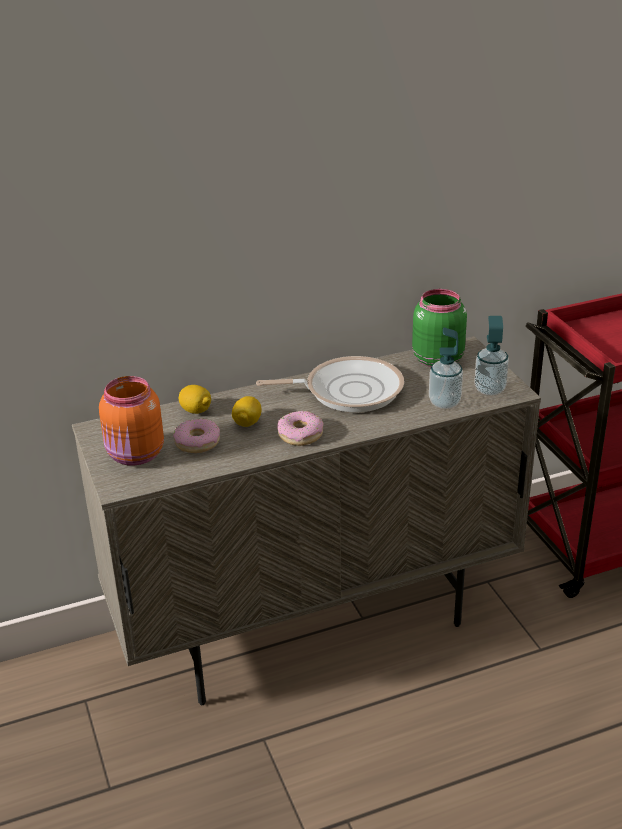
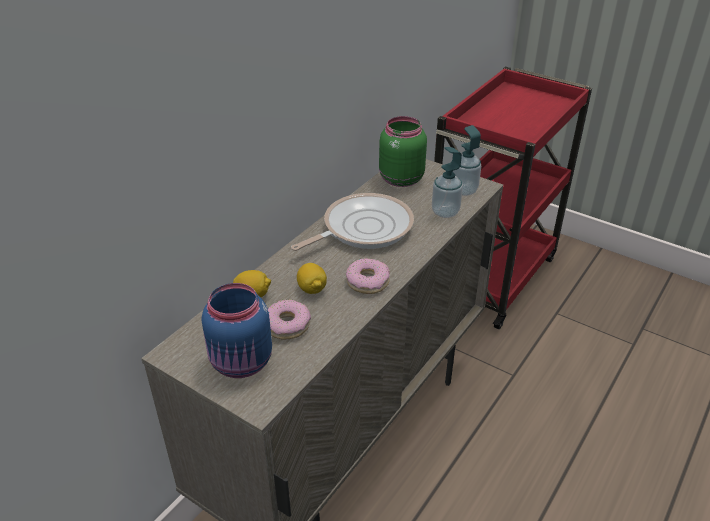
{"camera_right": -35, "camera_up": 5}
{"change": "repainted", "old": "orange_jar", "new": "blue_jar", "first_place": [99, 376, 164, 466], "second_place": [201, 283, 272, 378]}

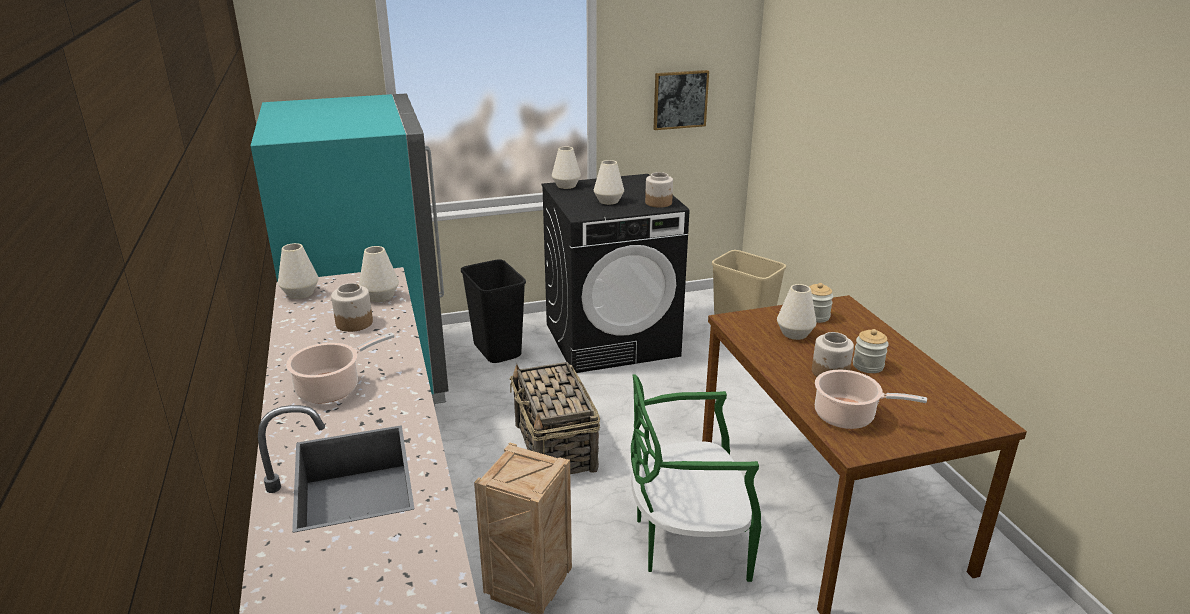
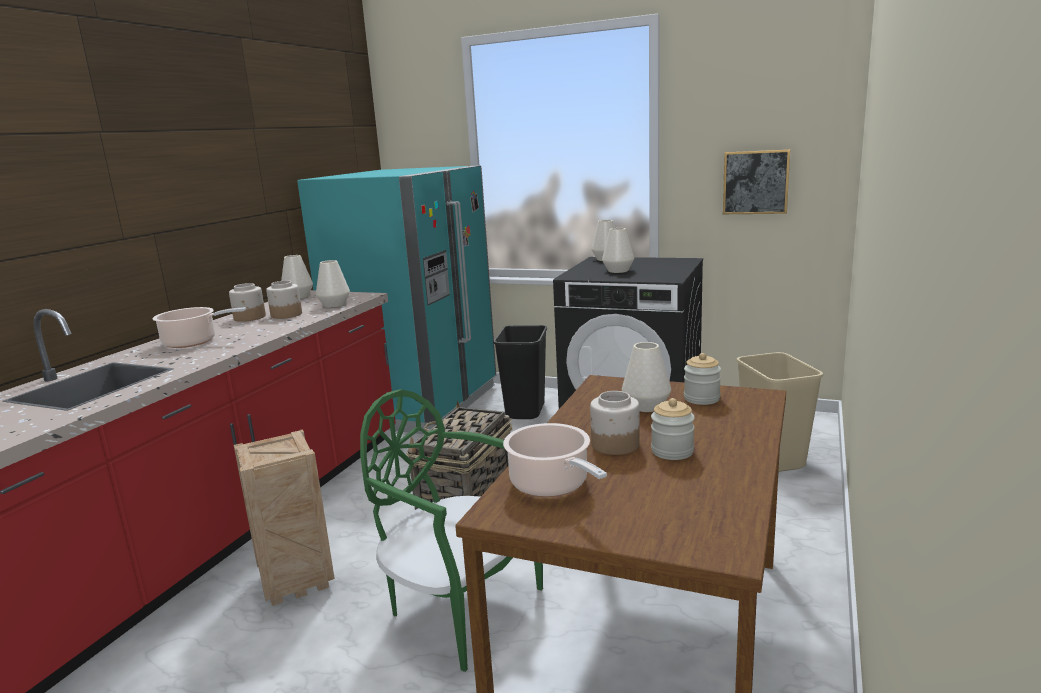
{"camera_right": 40, "camera_up": -10}
{"change": "shifted", "old": "jar", "first_place": [645, 172, 673, 208], "second_place": [229, 283, 266, 322]}

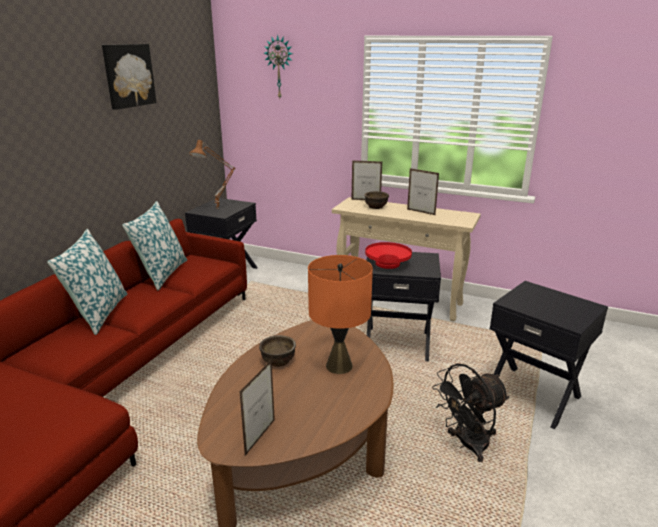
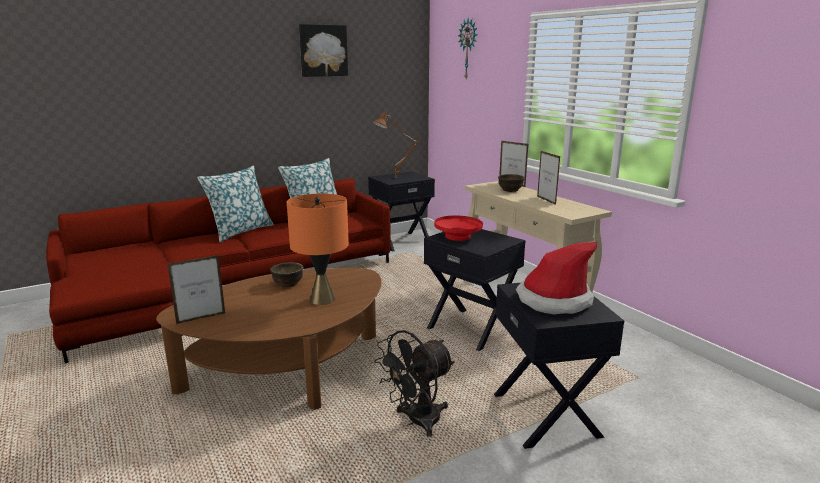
{"camera_right": 35, "camera_up": -5}
{"change": "rotated", "old": "blackish_electric_fan", "first_place": [432, 363, 510, 462], "second_place": [374, 330, 455, 437], "degrees": -45}
{"change": "new", "new": "wearable_hat", "second_place": [516, 242, 597, 315]}

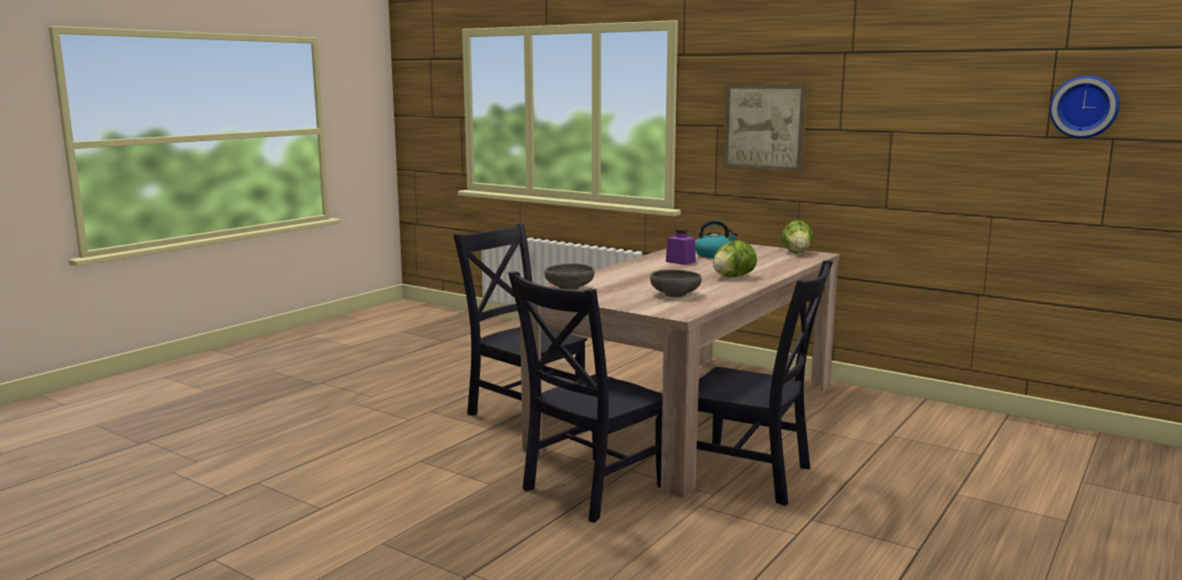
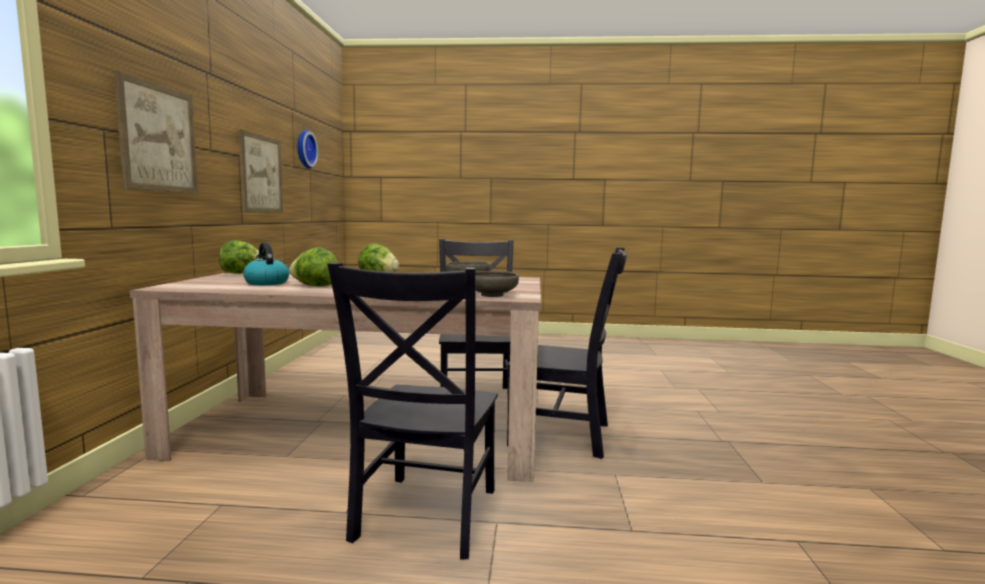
{"camera_right": -120, "camera_up": -5}
{"change": "new", "new": "wall_picture", "second_place": [238, 129, 283, 213]}
{"change": "swapped", "old": "purple_jar", "new": "head_of_lettuce", "first_place": [666, 228, 696, 265], "second_place": [289, 247, 338, 286]}

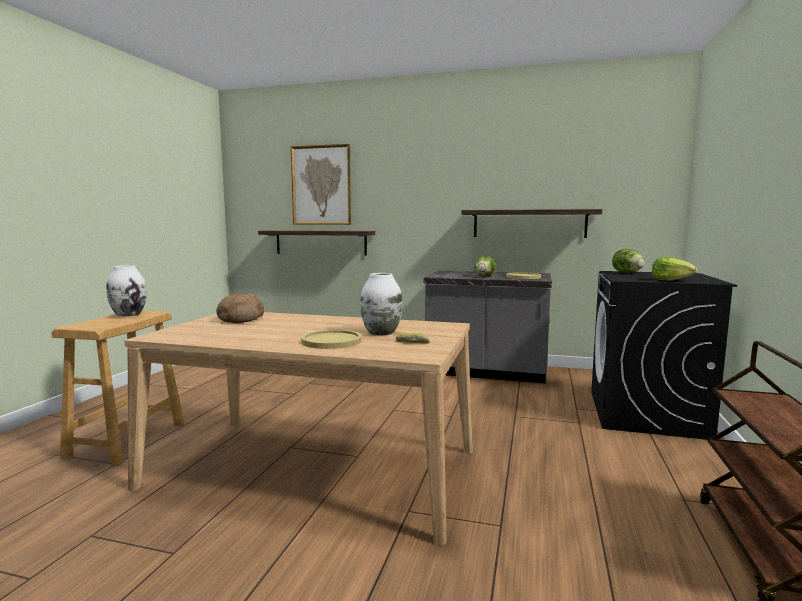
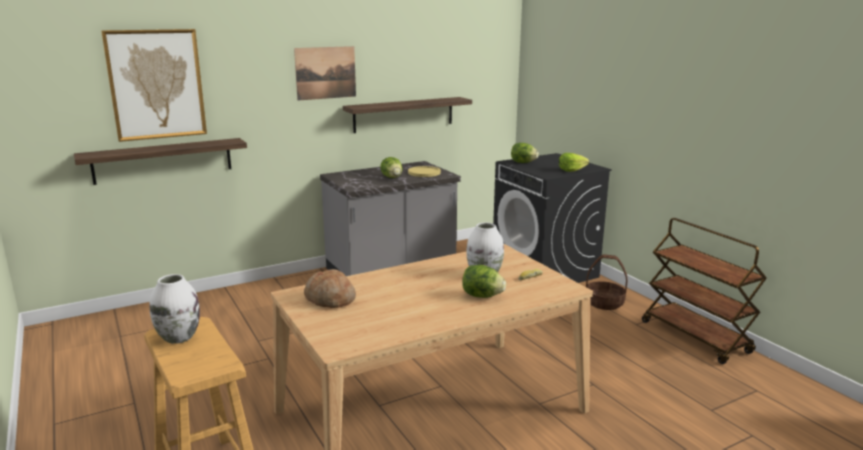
{"camera_right": -45, "camera_up": 10}
{"change": "new", "new": "wall_picture", "second_place": [294, 46, 356, 101]}
{"change": "swapped", "old": "yellow-coloured_plate", "new": "head_of_lettuce", "first_place": [301, 330, 362, 349], "second_place": [462, 265, 506, 298]}
{"change": "new", "new": "household_basket", "second_place": [586, 254, 628, 310]}

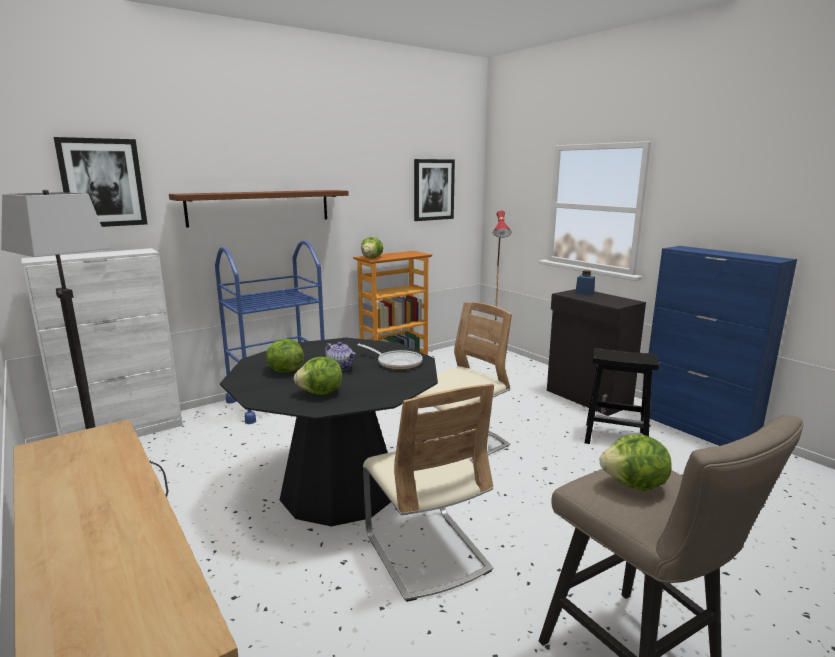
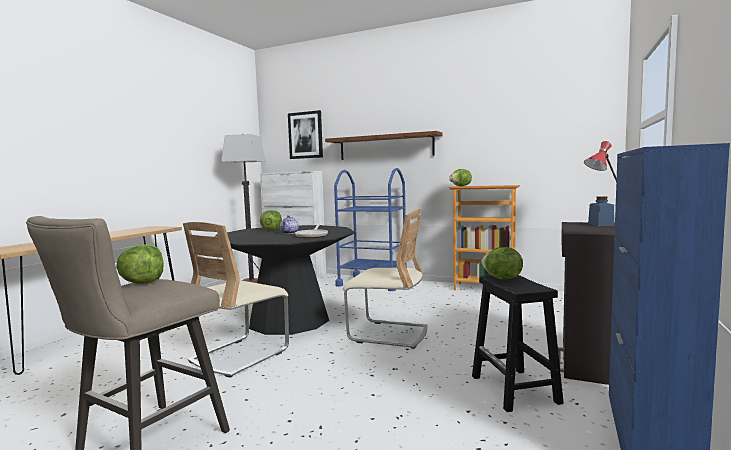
{"camera_right": 60, "camera_up": -10}
{"change": "shifted", "old": "head_of_lettuce", "first_place": [294, 357, 342, 395], "second_place": [481, 247, 523, 279]}
{"change": "gone", "old": "wall_picture", "first_place": [414, 159, 455, 221]}

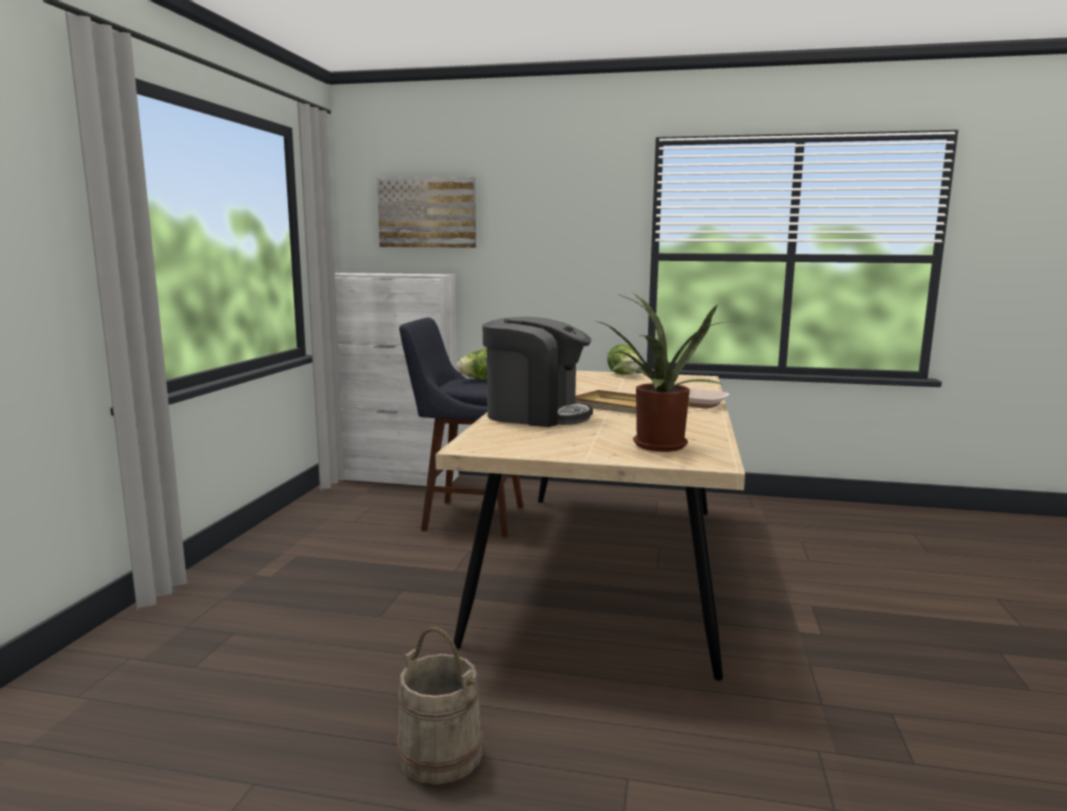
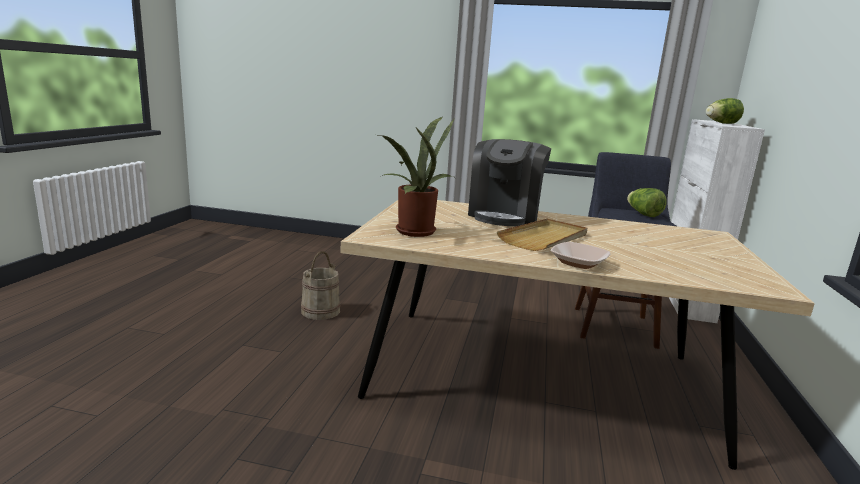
{"camera_right": 90, "camera_up": 5}
{"change": "shifted", "old": "head_of_lettuce", "first_place": [607, 344, 641, 375], "second_place": [706, 98, 744, 124]}
{"change": "gone", "old": "wall_picture", "first_place": [377, 177, 476, 248]}

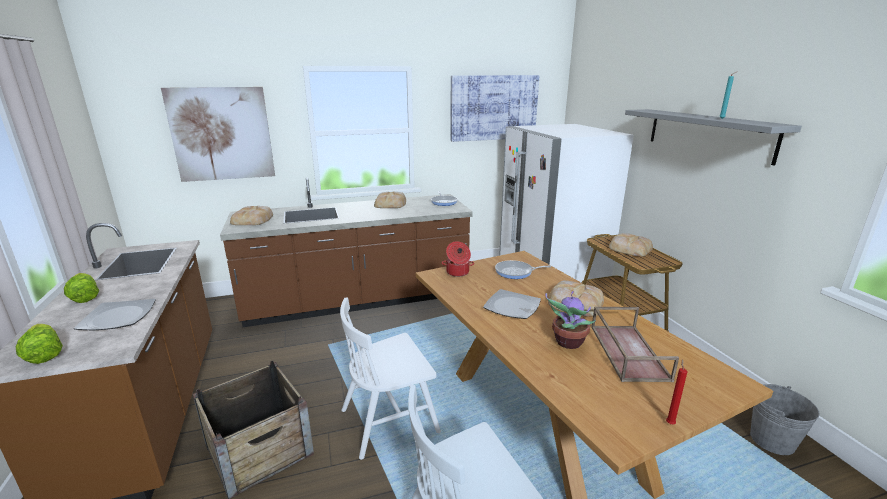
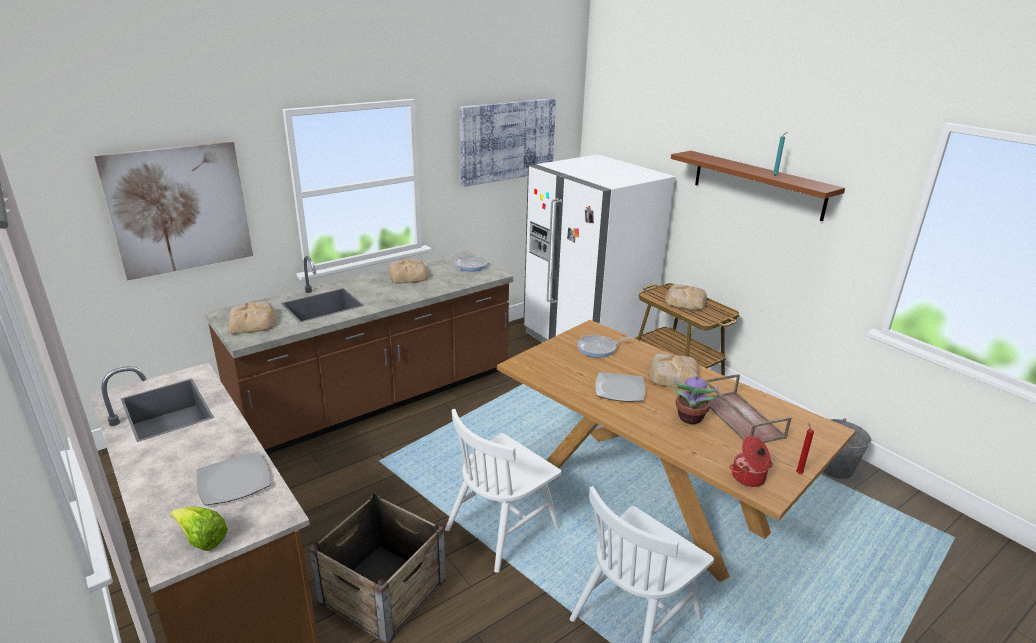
{"camera_right": -20, "camera_up": 5}
{"change": "repainted", "old": "greyish_shelf", "new": "brown-coloured_shelf", "first_place": [625, 109, 802, 166], "second_place": [671, 151, 845, 221]}
{"change": "shifted", "old": "stockpot", "first_place": [442, 241, 474, 277], "second_place": [730, 436, 773, 487]}
{"change": "gone", "old": "head_of_lettuce", "first_place": [64, 273, 99, 303]}

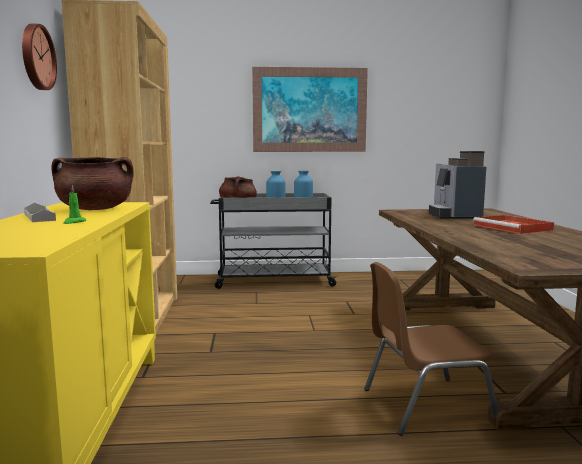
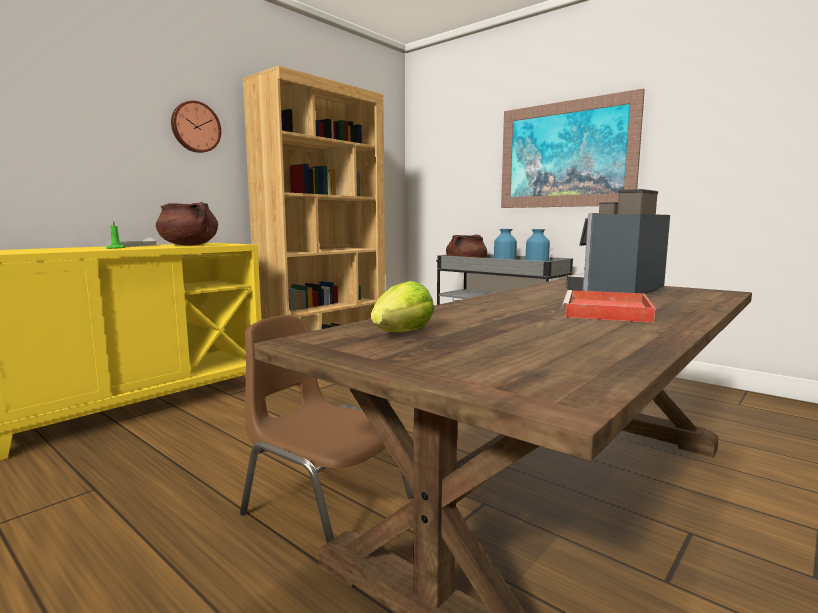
{"camera_right": 45, "camera_up": 0}
{"change": "new", "new": "head_of_lettuce", "second_place": [371, 281, 434, 332]}

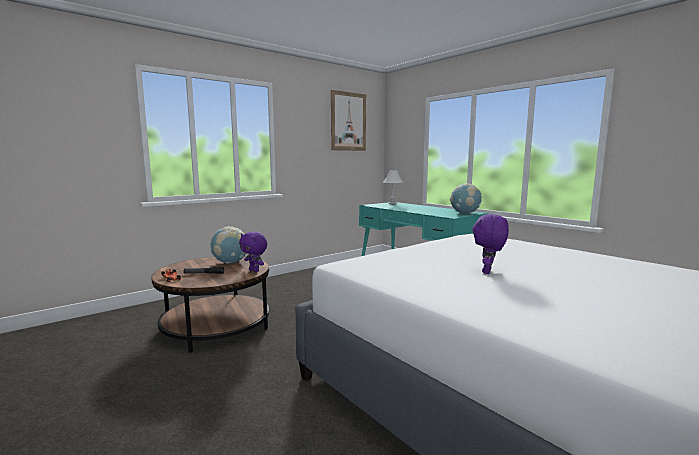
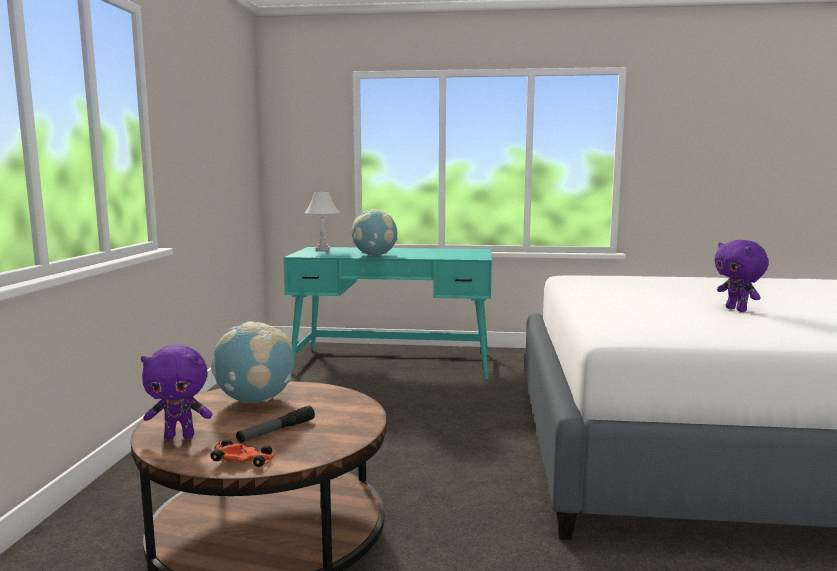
{"camera_right": -45, "camera_up": 0}
{"change": "shifted", "old": "purple_plush_toy", "first_place": [239, 231, 267, 272], "second_place": [141, 345, 212, 439]}
{"change": "shifted", "old": "world_globe", "first_place": [450, 183, 482, 214], "second_place": [352, 209, 397, 256]}
{"change": "gone", "old": "wall_picture", "first_place": [331, 90, 366, 151]}

